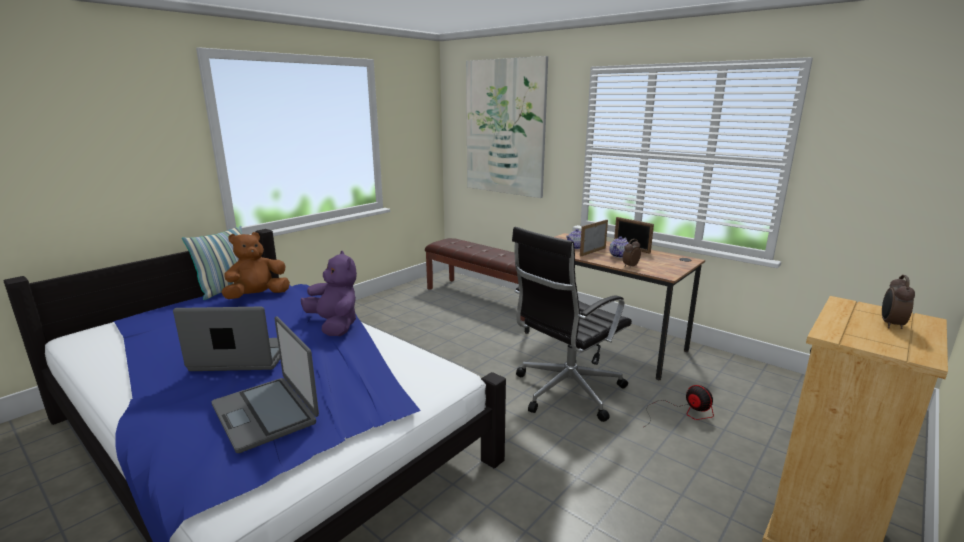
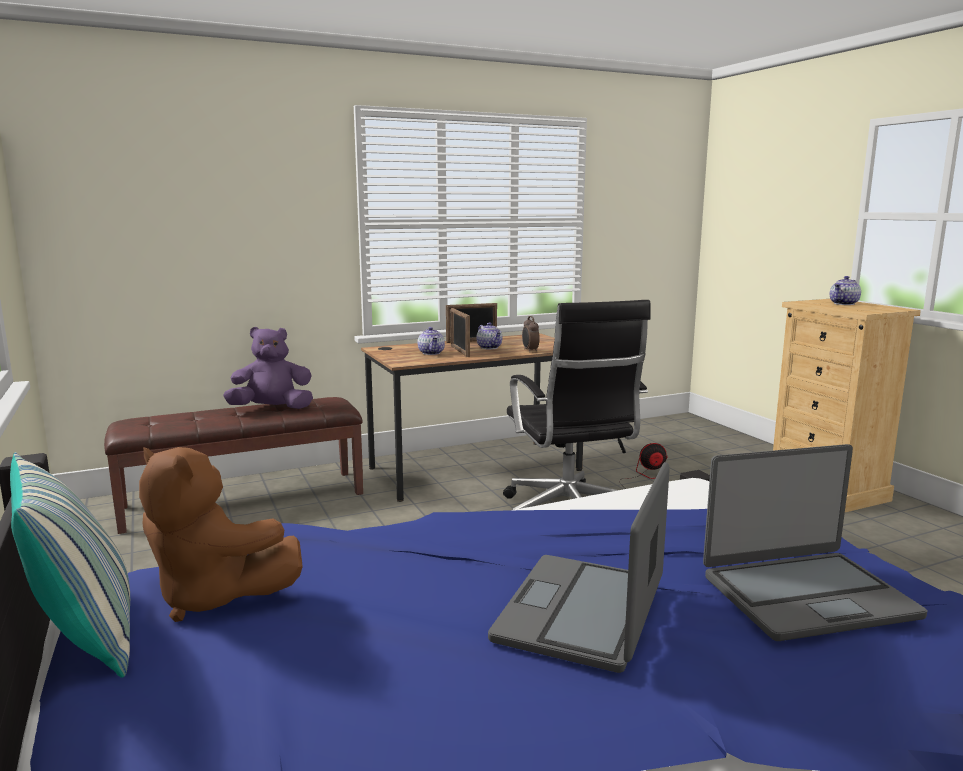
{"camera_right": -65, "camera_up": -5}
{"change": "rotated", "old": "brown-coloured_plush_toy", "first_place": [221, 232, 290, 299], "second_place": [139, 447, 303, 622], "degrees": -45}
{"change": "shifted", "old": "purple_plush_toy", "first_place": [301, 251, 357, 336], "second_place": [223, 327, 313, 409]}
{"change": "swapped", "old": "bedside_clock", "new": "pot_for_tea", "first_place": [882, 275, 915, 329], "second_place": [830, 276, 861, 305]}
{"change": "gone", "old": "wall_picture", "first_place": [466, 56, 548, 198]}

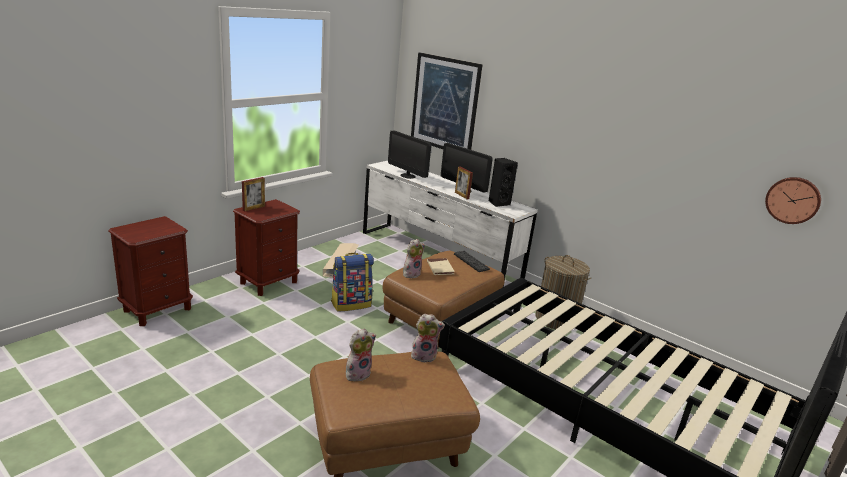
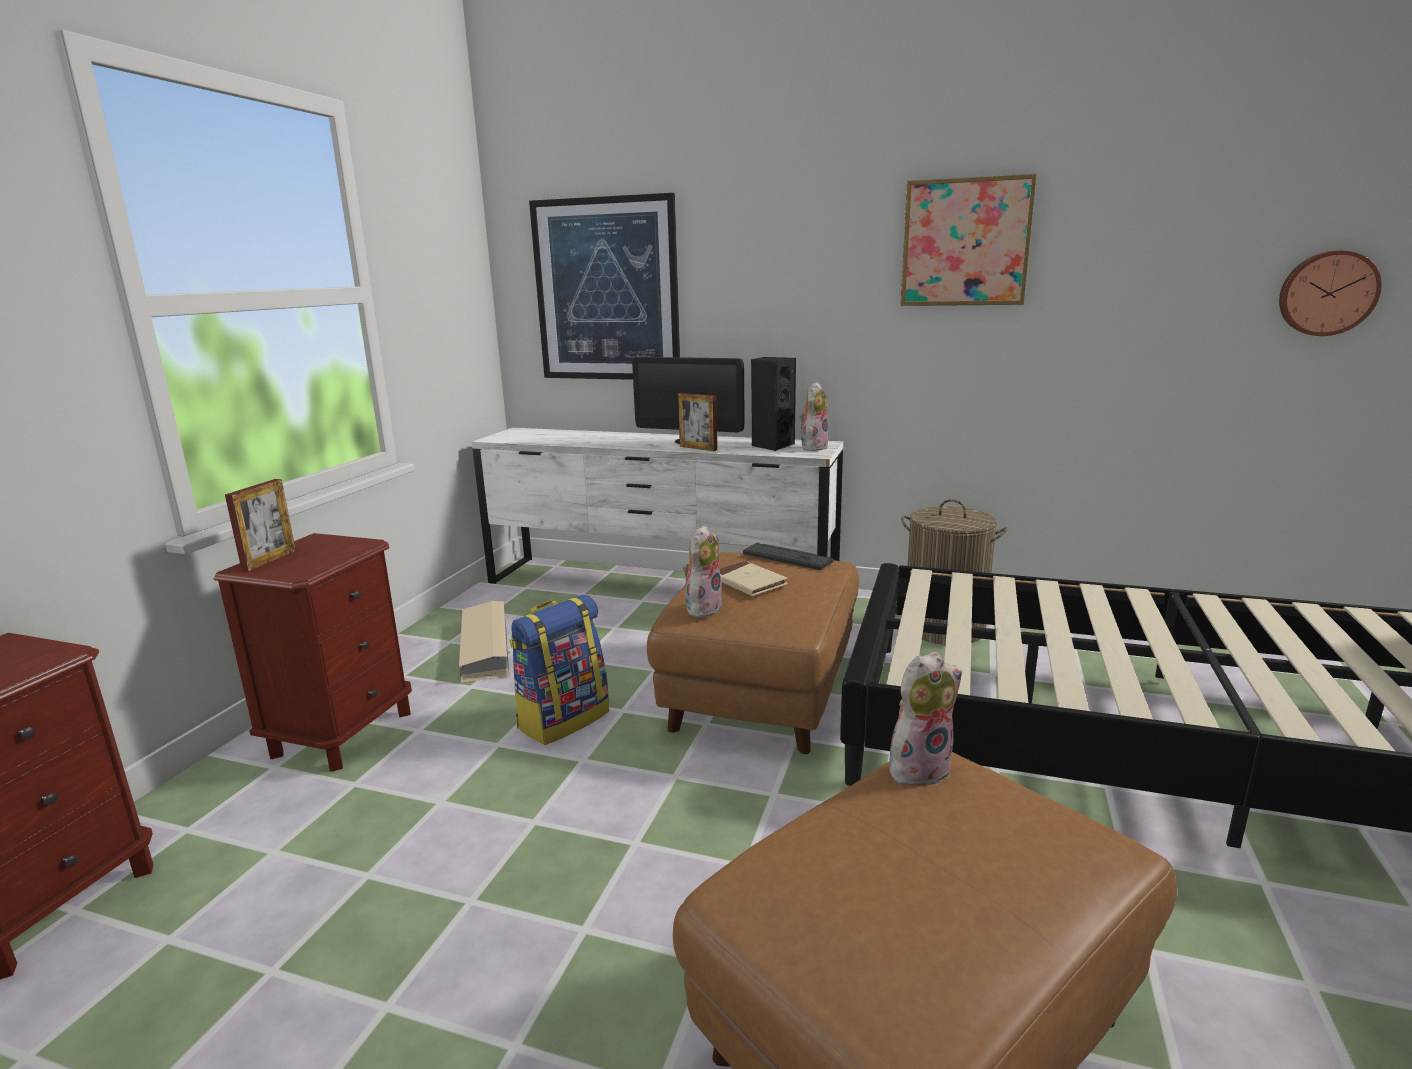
{"camera_right": -20, "camera_up": -5}
{"change": "shifted", "old": "plush_toy", "first_place": [346, 328, 376, 381], "second_place": [800, 382, 828, 451]}
{"change": "new", "new": "wall_picture", "second_place": [901, 174, 1037, 306]}
{"change": "gone", "old": "computer_display", "first_place": [388, 130, 431, 179]}

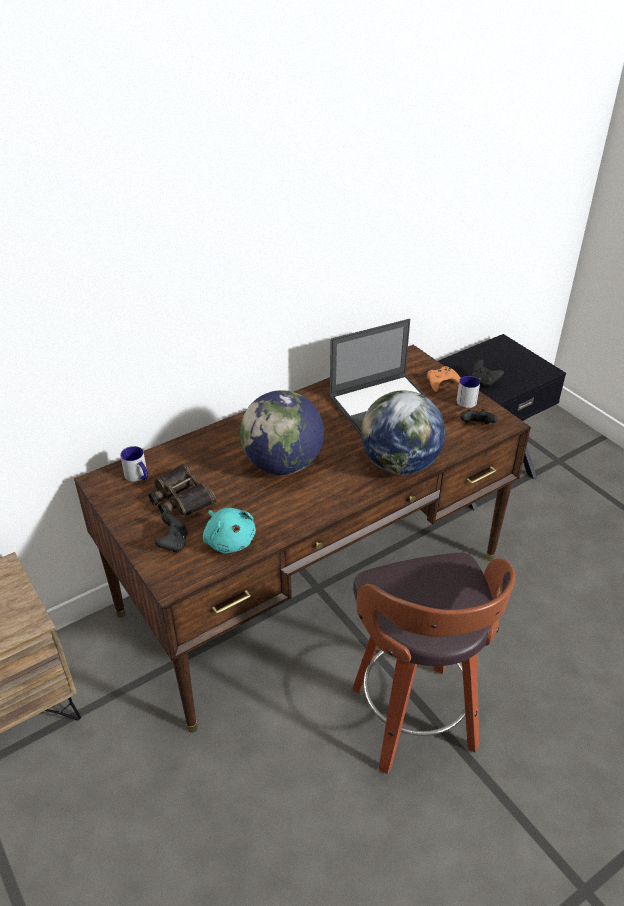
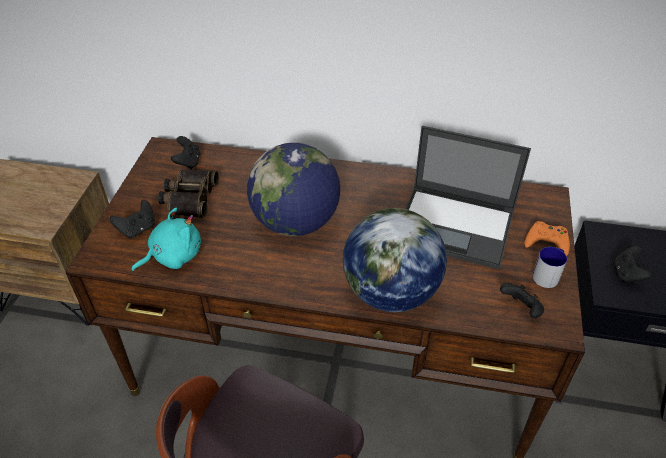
{"camera_right": 45, "camera_up": 5}
{"change": "rotated", "old": "blue-green_plush_toy", "first_place": [203, 508, 256, 554], "second_place": [131, 208, 201, 272], "degrees": -135}
{"change": "swapped", "old": "coffee_mug", "new": "blackish_game_controller", "first_place": [120, 446, 148, 482], "second_place": [171, 136, 201, 170]}

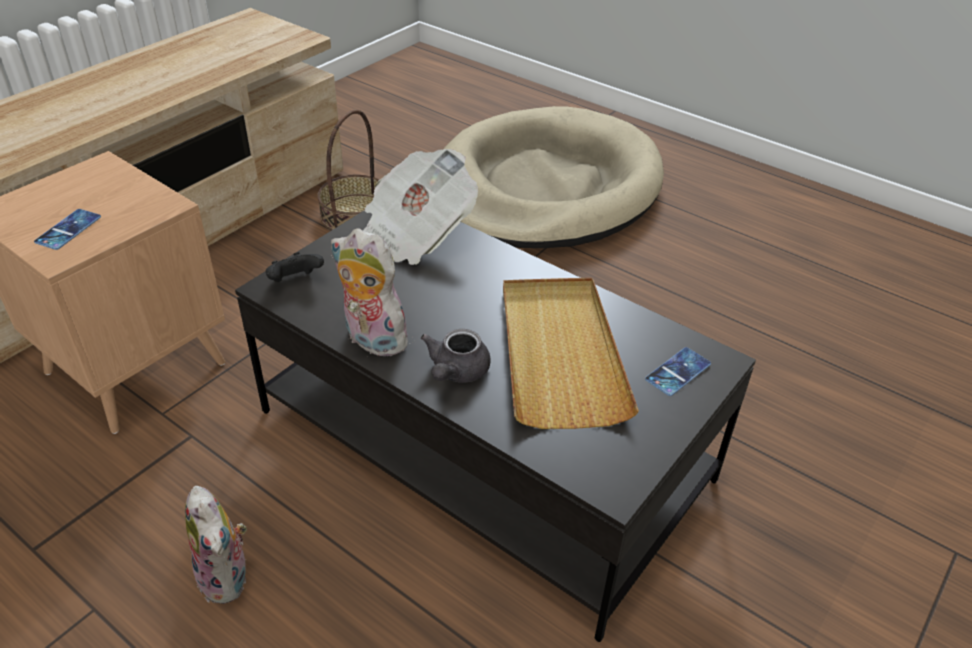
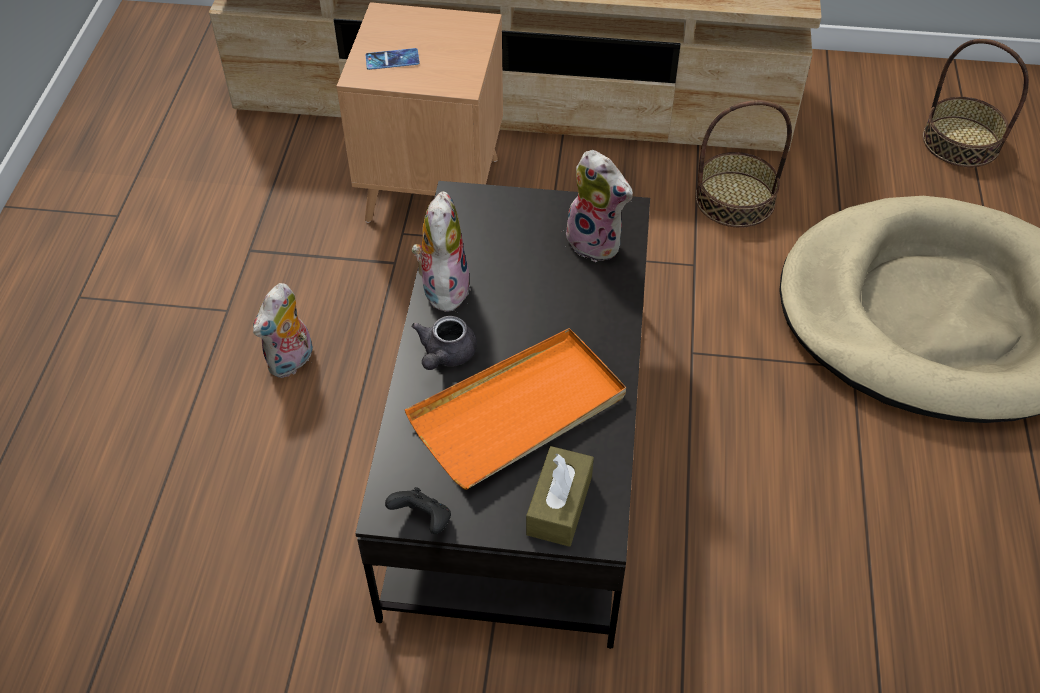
{"camera_right": 60, "camera_up": 10}
{"change": "shifted", "old": "blackish_game_controller", "first_place": [266, 252, 324, 282], "second_place": [385, 487, 451, 534]}
{"change": "repainted", "old": "beige_serving_tray", "new": "orange_serving_tray", "first_place": [503, 278, 639, 429], "second_place": [405, 328, 626, 490]}
{"change": "rotated", "old": "greyish_pot_for_tea", "first_place": [421, 329, 491, 383], "second_place": [411, 316, 477, 370], "degrees": -60}
{"change": "swapped", "old": "telephone", "new": "brown-coloured_tissue_holder", "first_place": [645, 347, 711, 396], "second_place": [526, 446, 594, 547]}
{"change": "swapped", "old": "newspaper", "new": "plush_toy", "first_place": [363, 149, 478, 265], "second_place": [565, 150, 633, 262]}
{"change": "new", "new": "household_basket", "second_place": [922, 39, 1029, 167]}

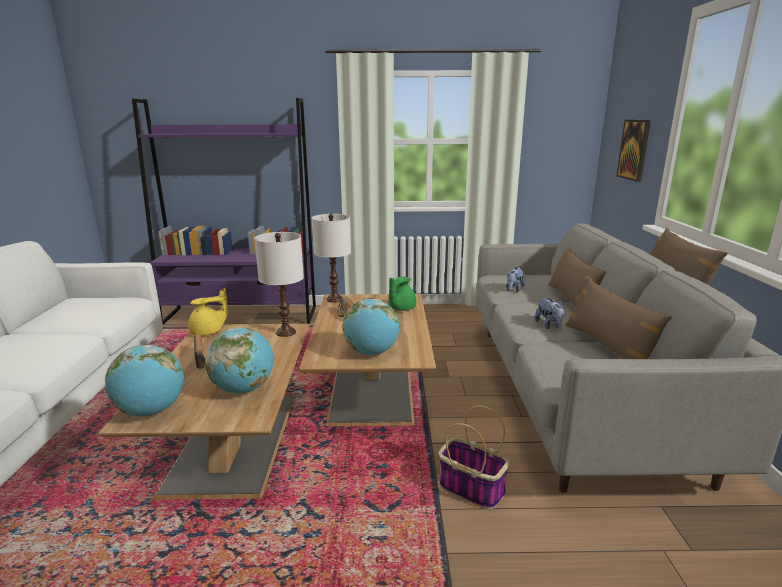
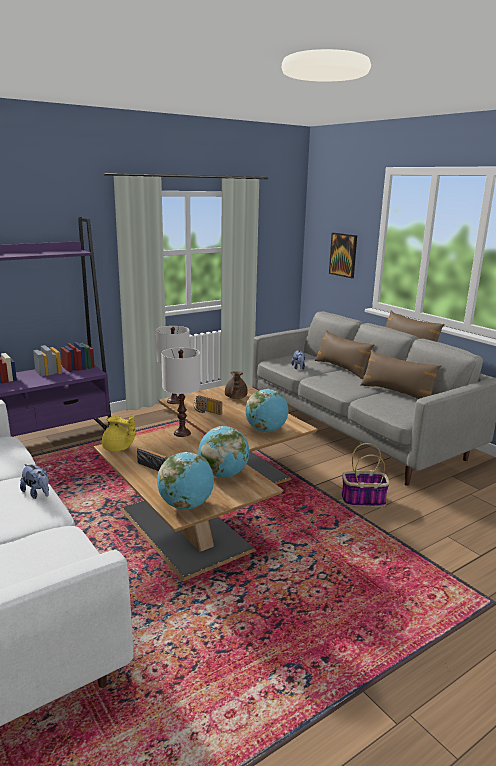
{"camera_right": -35, "camera_up": 0}
{"change": "shifted", "old": "plush_toy", "first_place": [535, 297, 564, 329], "second_place": [20, 464, 49, 499]}
{"change": "rotated", "old": "yellow-coloured_pot_for_tea", "first_place": [188, 288, 228, 336], "second_place": [102, 416, 135, 451], "degrees": 90}
{"change": "repainted", "old": "green-coloured_pot_for_tea", "new": "brown-coloured_pot_for_tea", "first_place": [388, 277, 416, 311], "second_place": [225, 371, 248, 399]}

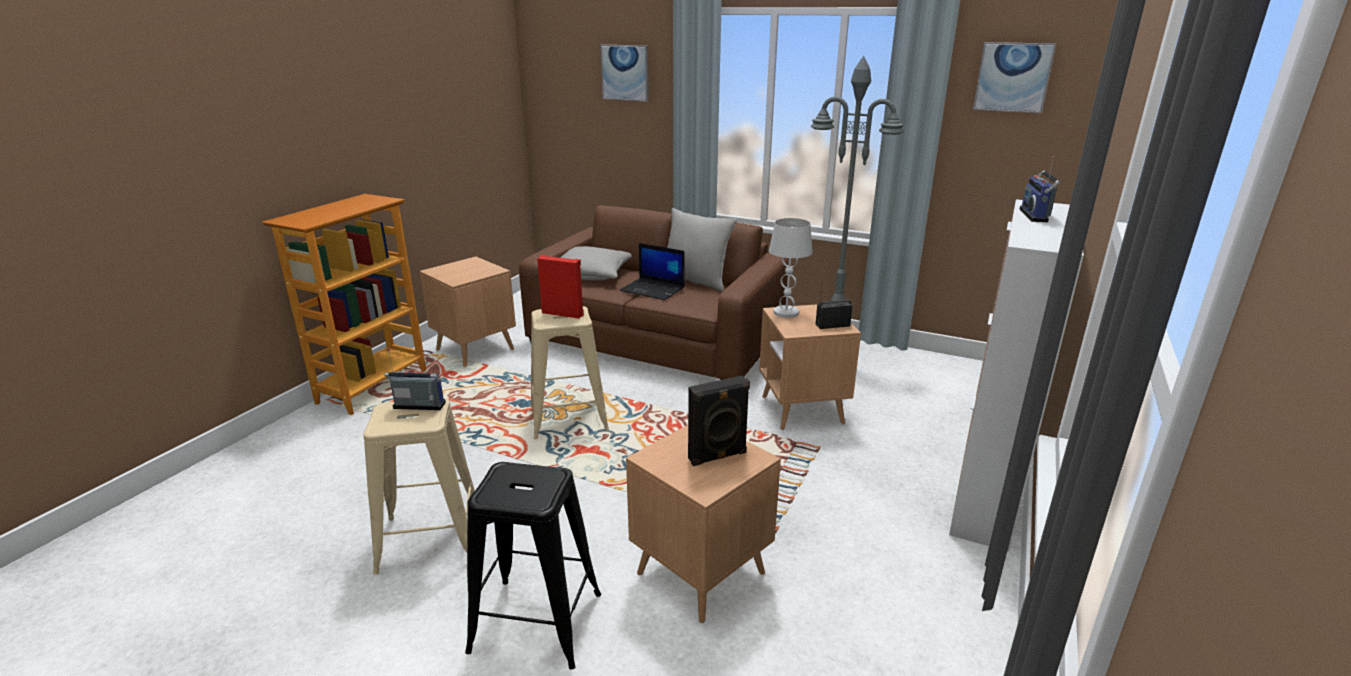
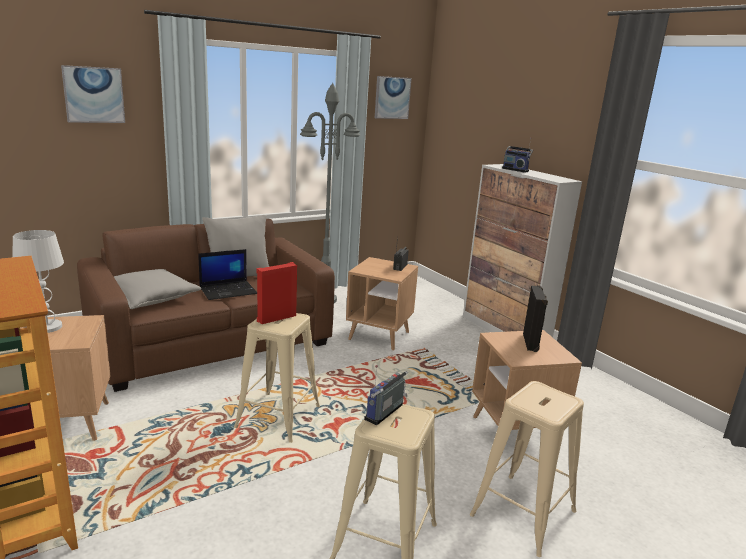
{"camera_right": -60, "camera_up": -5}
{"change": "shifted", "old": "whitish_lamp_for_a_table", "first_place": [769, 218, 812, 318], "second_place": [12, 230, 64, 333]}
{"change": "repainted", "old": "blackish_stool", "new": "beige_stool", "first_place": [465, 462, 601, 670], "second_place": [470, 381, 584, 557]}

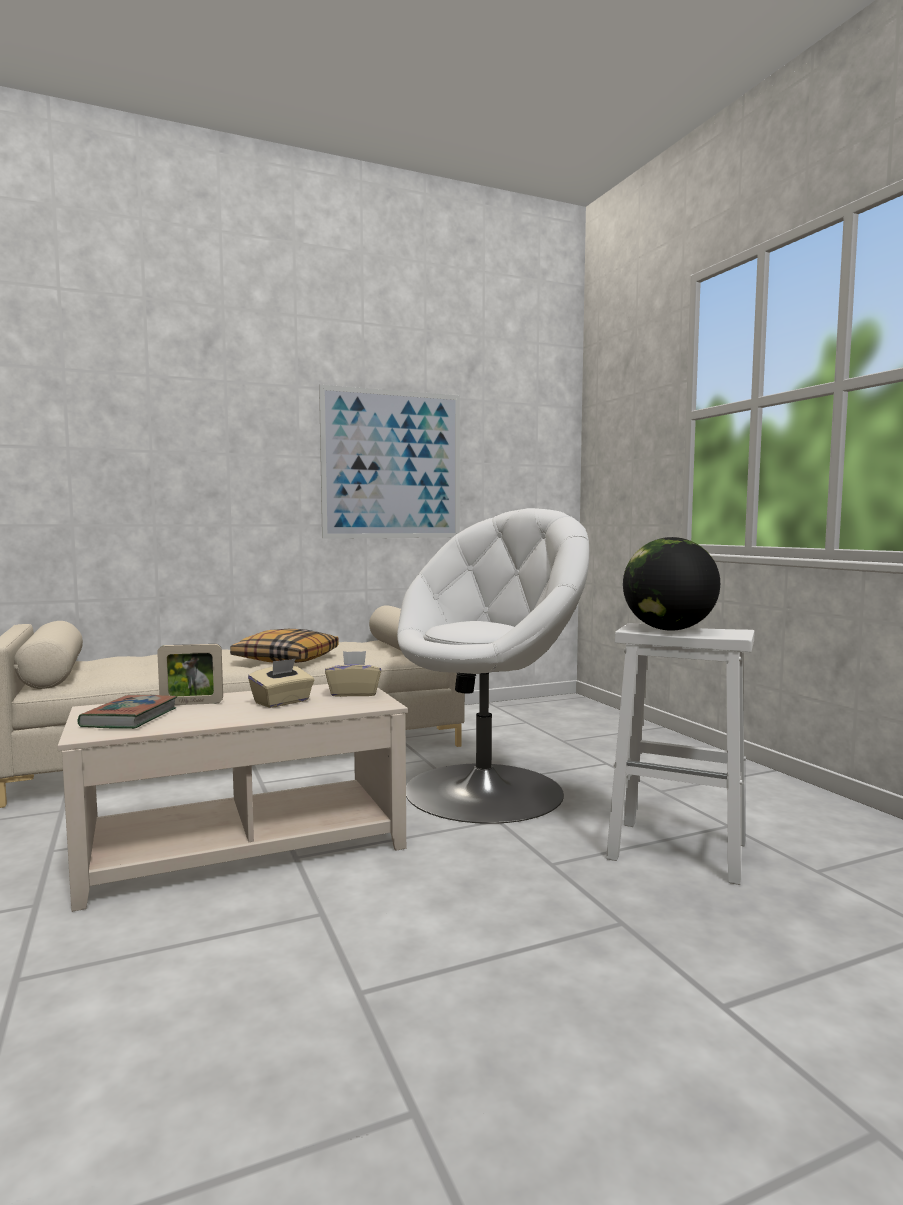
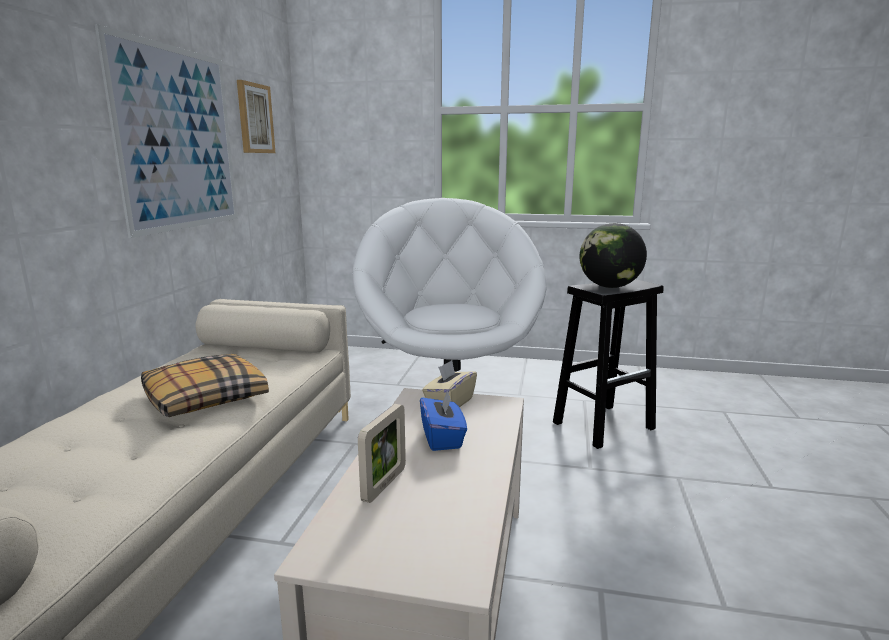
{"camera_right": -55, "camera_up": 10}
{"change": "new", "new": "wall_picture", "second_place": [237, 80, 275, 153]}
{"change": "repainted", "old": "beige_tissue_holder", "new": "blue_tissue_holder", "first_place": [248, 658, 314, 708], "second_place": [420, 390, 467, 451]}
{"change": "repainted", "old": "whitish_stool", "new": "blackish_stool", "first_place": [606, 623, 755, 885], "second_place": [553, 279, 664, 449]}
{"change": "gone", "old": "book", "first_place": [78, 695, 177, 729]}

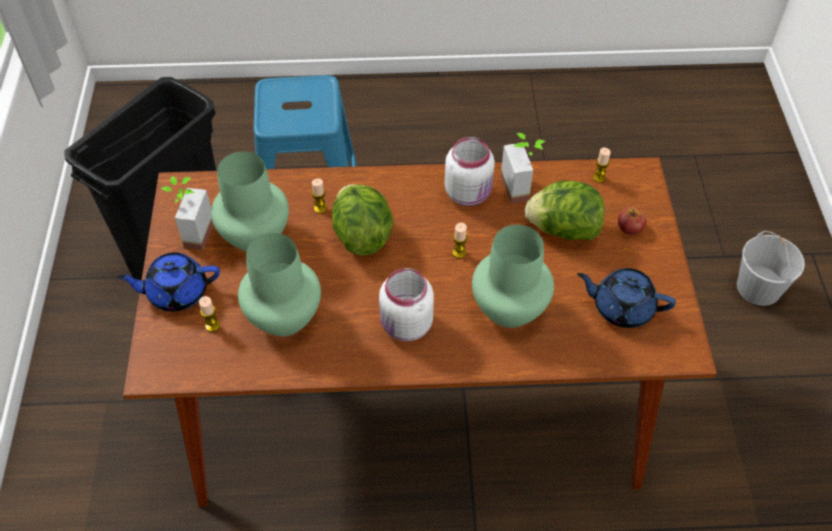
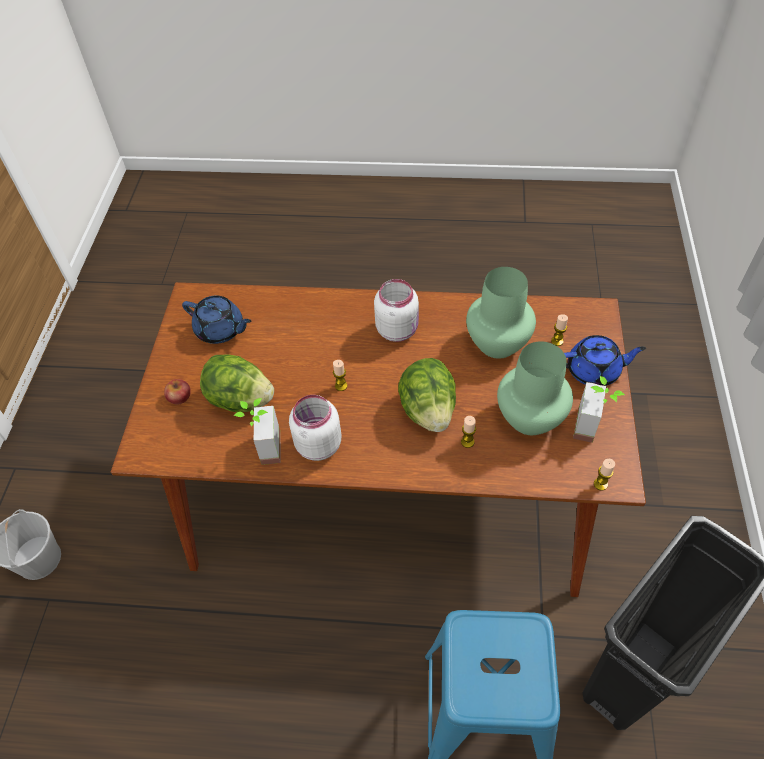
{"camera_right": -170, "camera_up": 0}
{"change": "shifted", "old": "candle", "first_place": [593, 147, 611, 183], "second_place": [594, 459, 615, 491]}
{"change": "gone", "old": "green-coloured_flower_vase", "first_place": [472, 225, 554, 328]}

